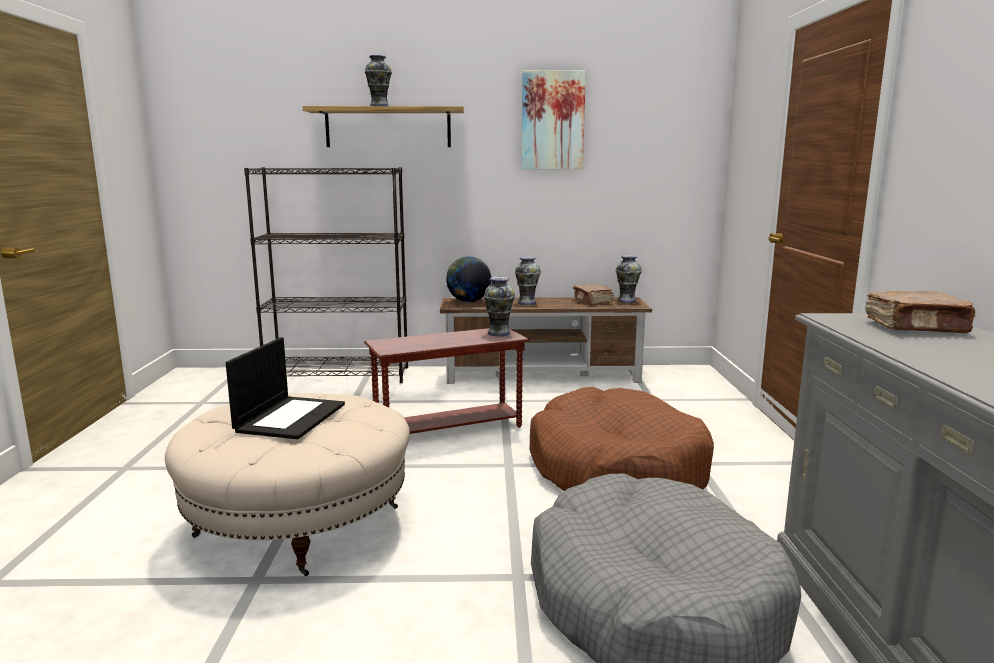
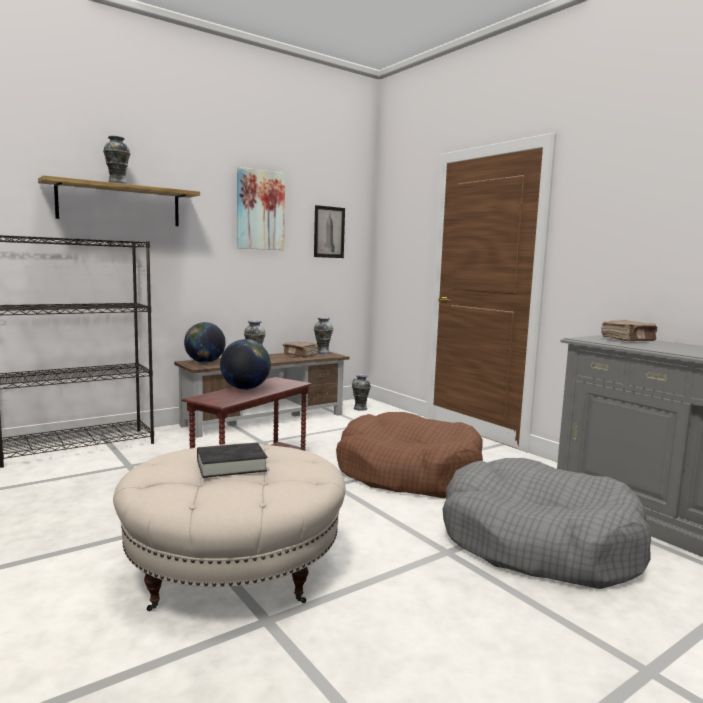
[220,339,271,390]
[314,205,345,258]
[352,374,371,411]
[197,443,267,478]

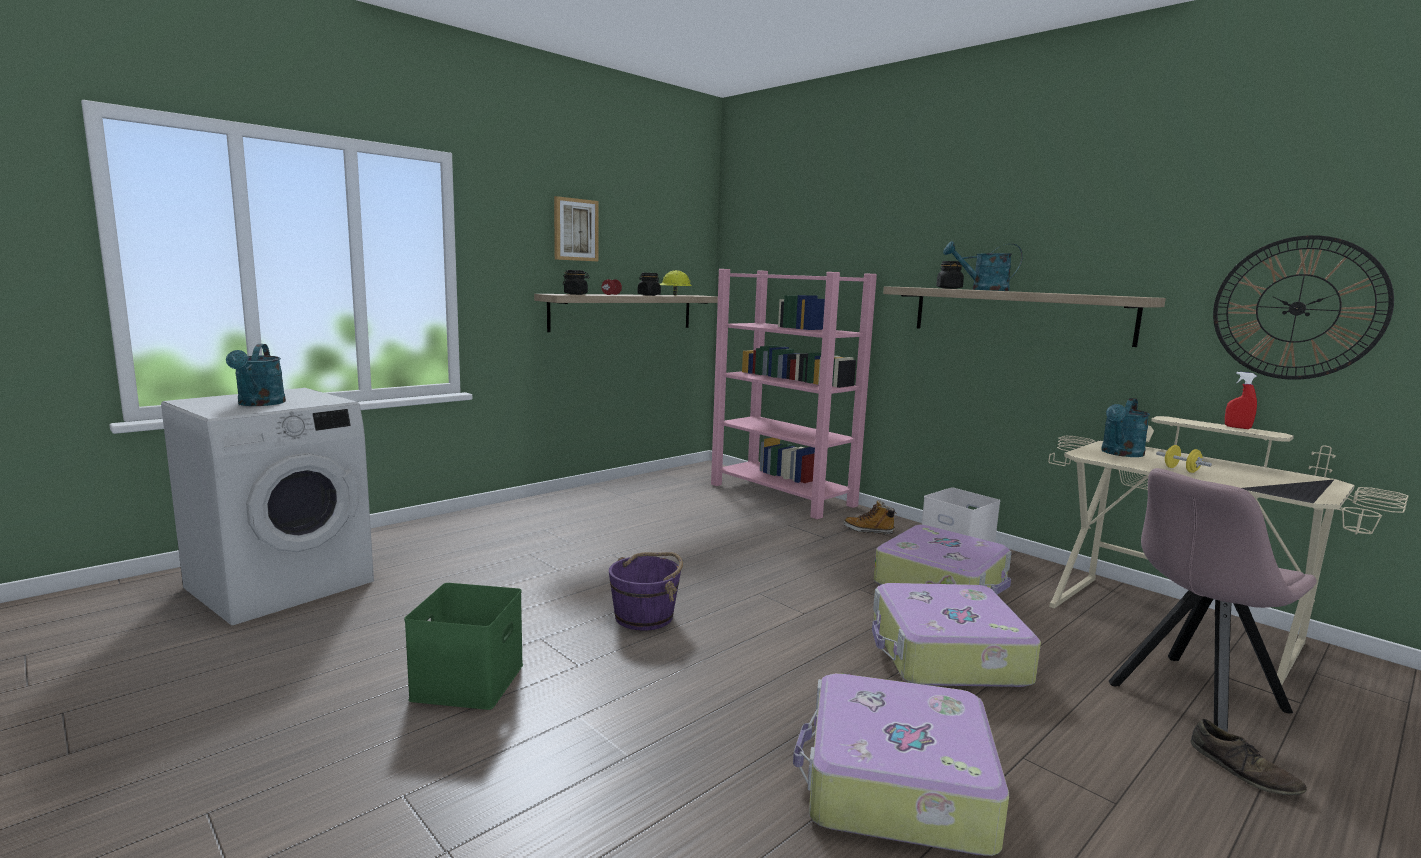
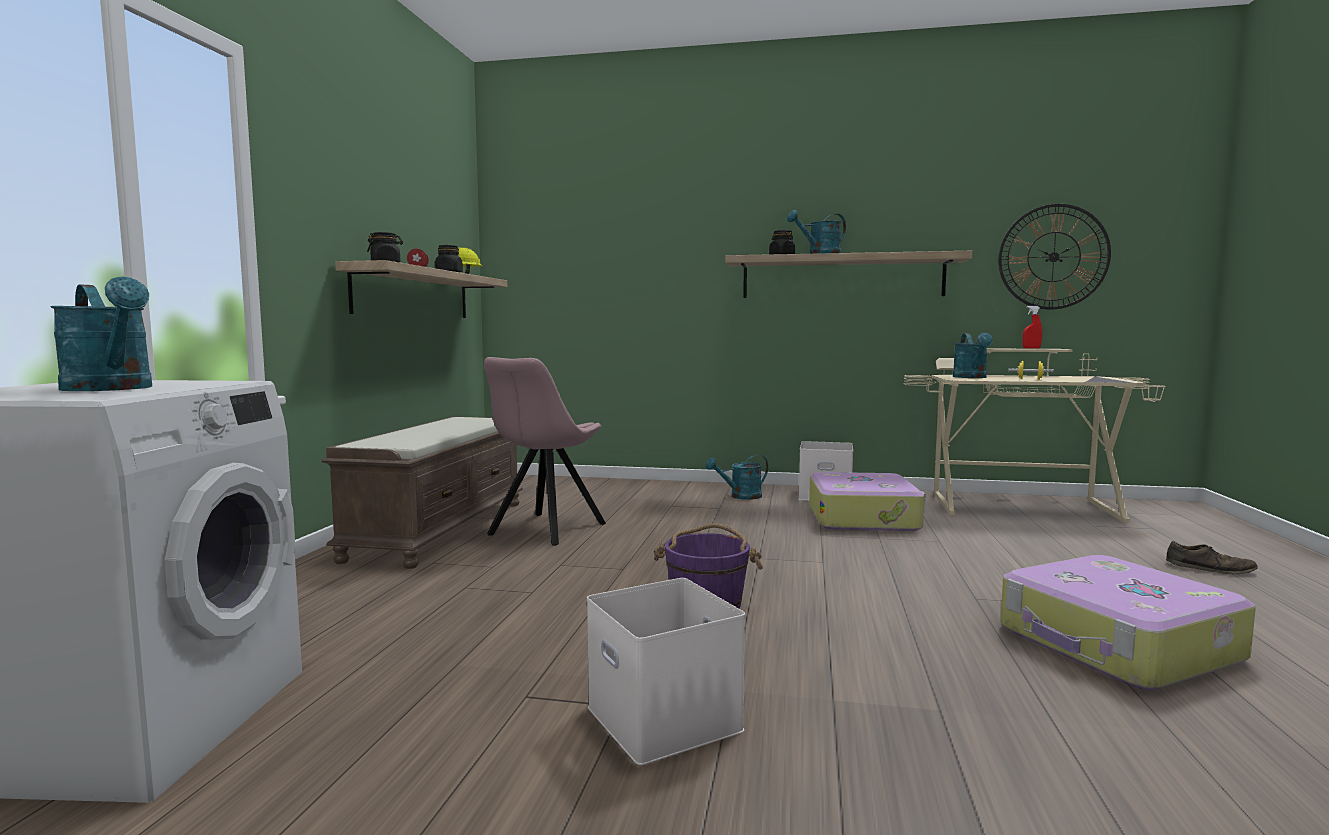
[554,196,599,261] (first image)
[711,269,877,519] (first image)
[872,583,1041,687] (first image)
[321,417,523,569]
[484,357,606,546]
[706,455,768,500]
[587,578,745,765]

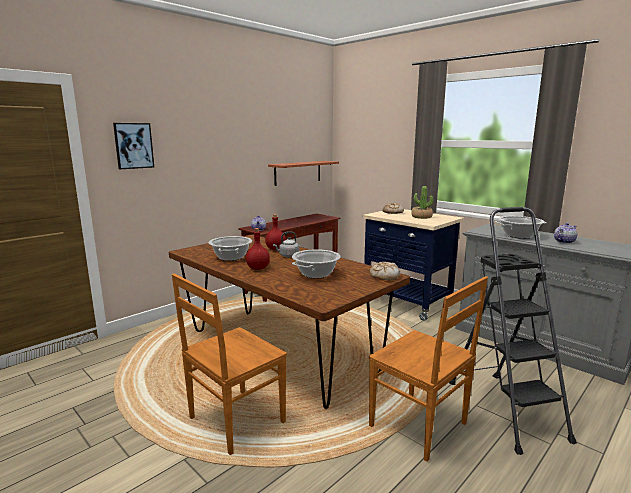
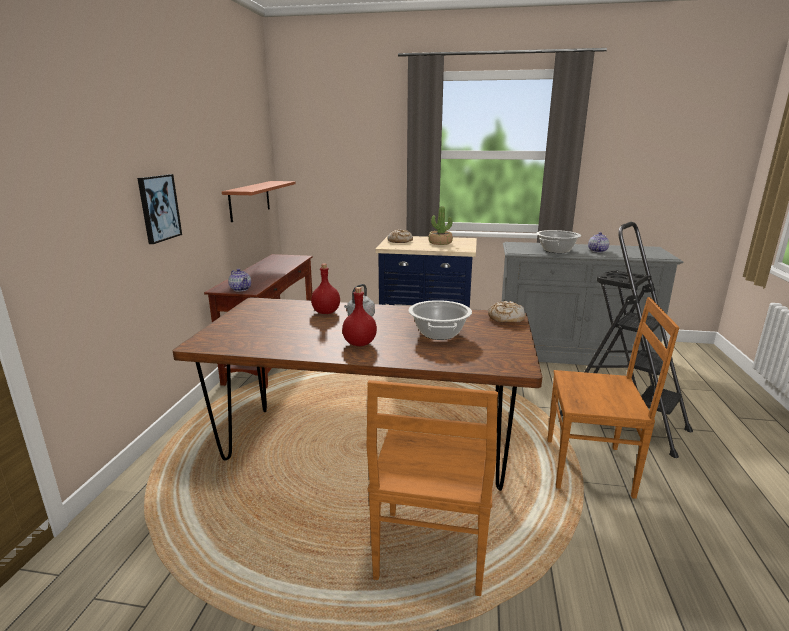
[209,236,252,261] (first image)
[137,174,182,244]

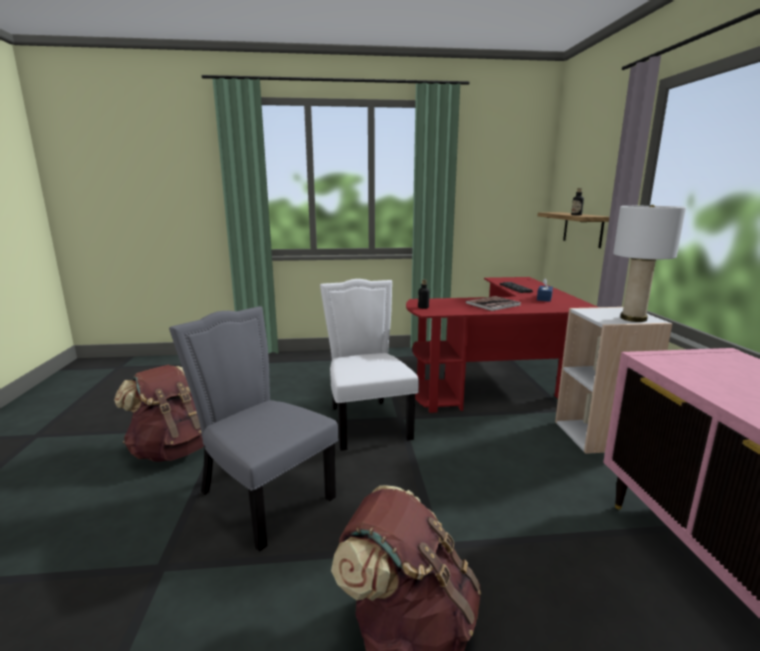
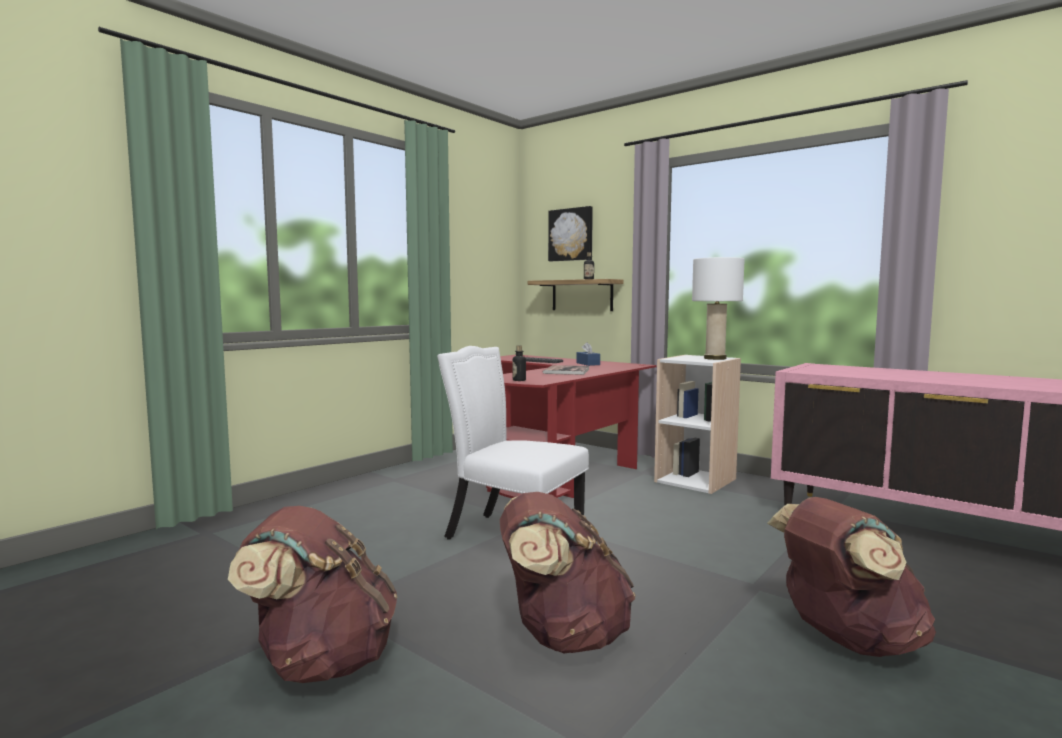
[548,206,593,261]
[500,492,636,654]

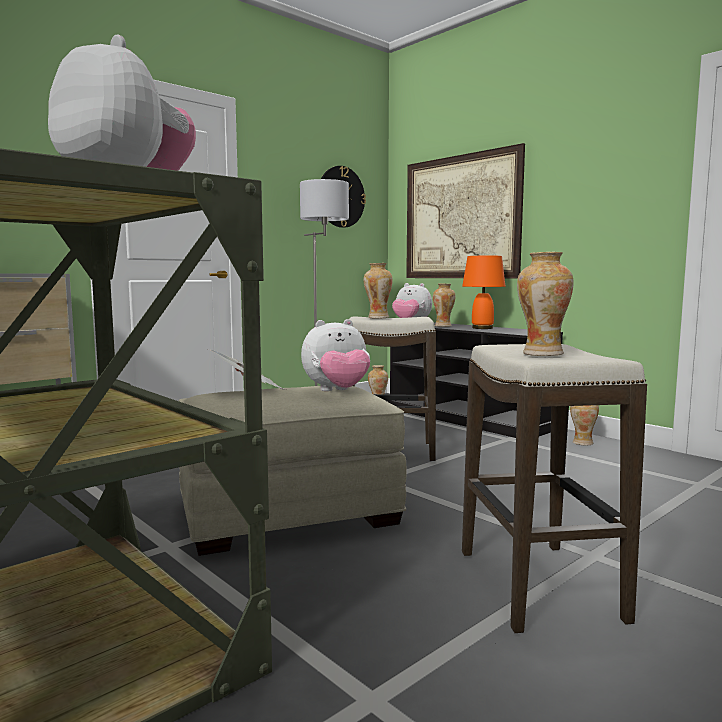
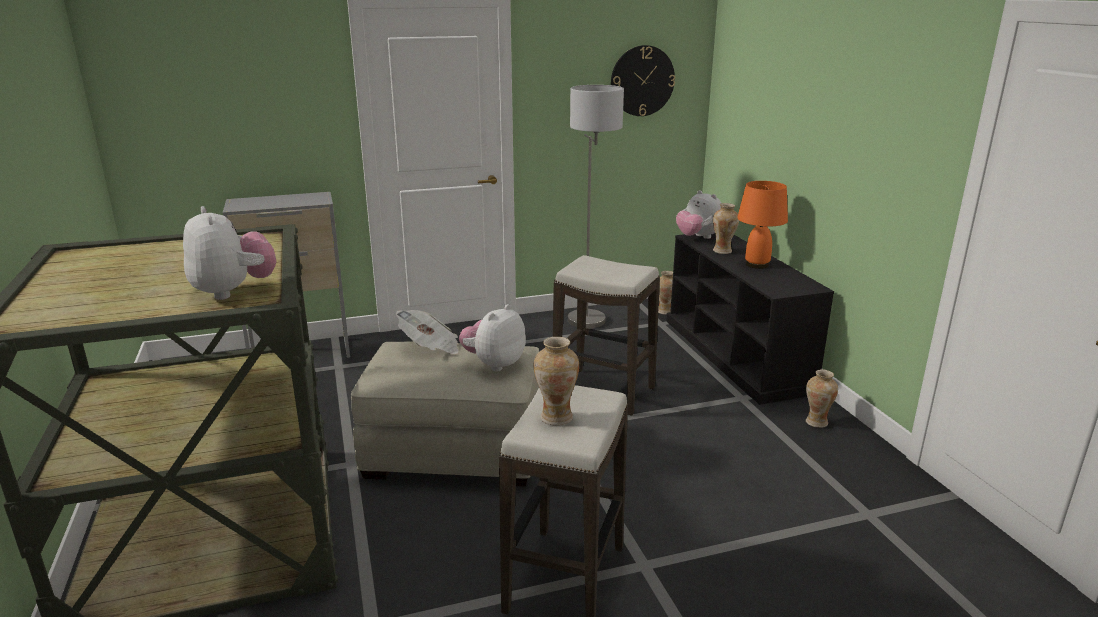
[364,263,393,319] (first image)
[406,143,525,278] (first image)
[459,304,526,372]

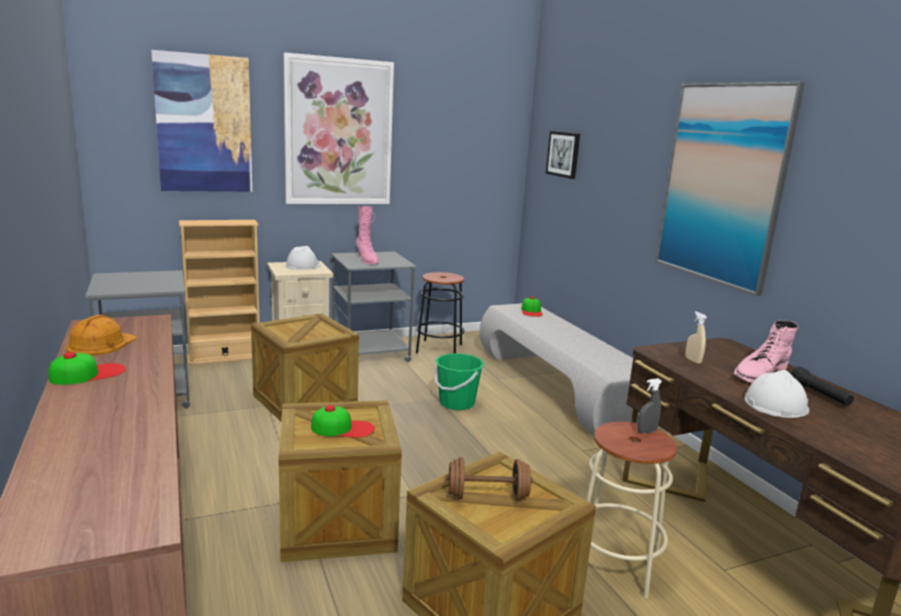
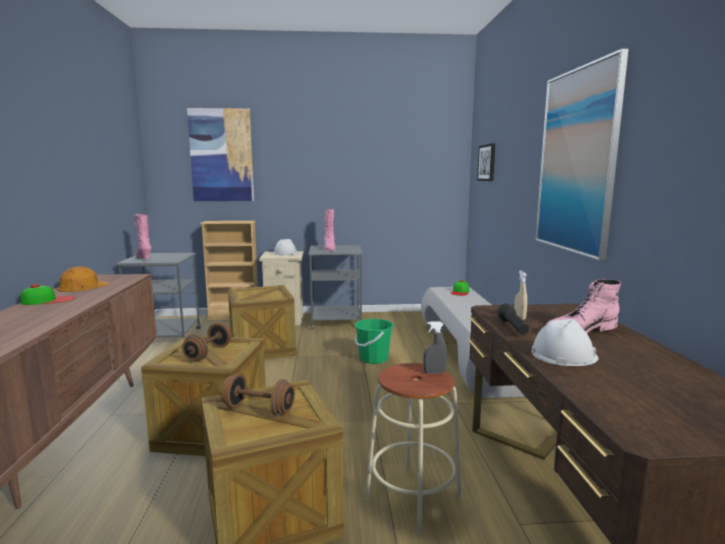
[283,52,394,204] (first image)
[416,272,465,354] (first image)
[134,214,152,259]
[497,304,529,334]
[182,323,231,361]

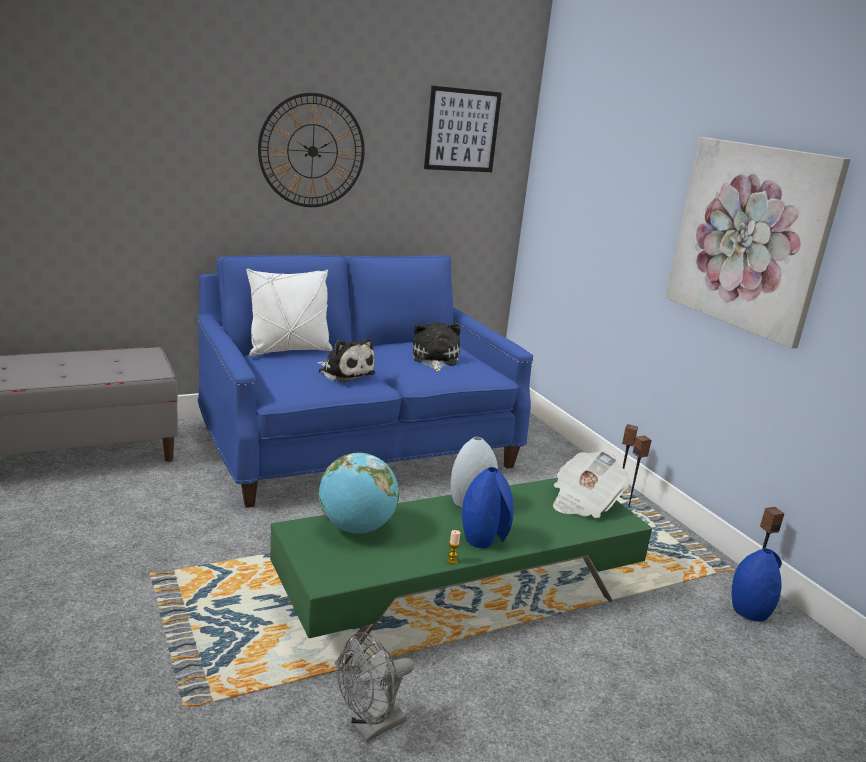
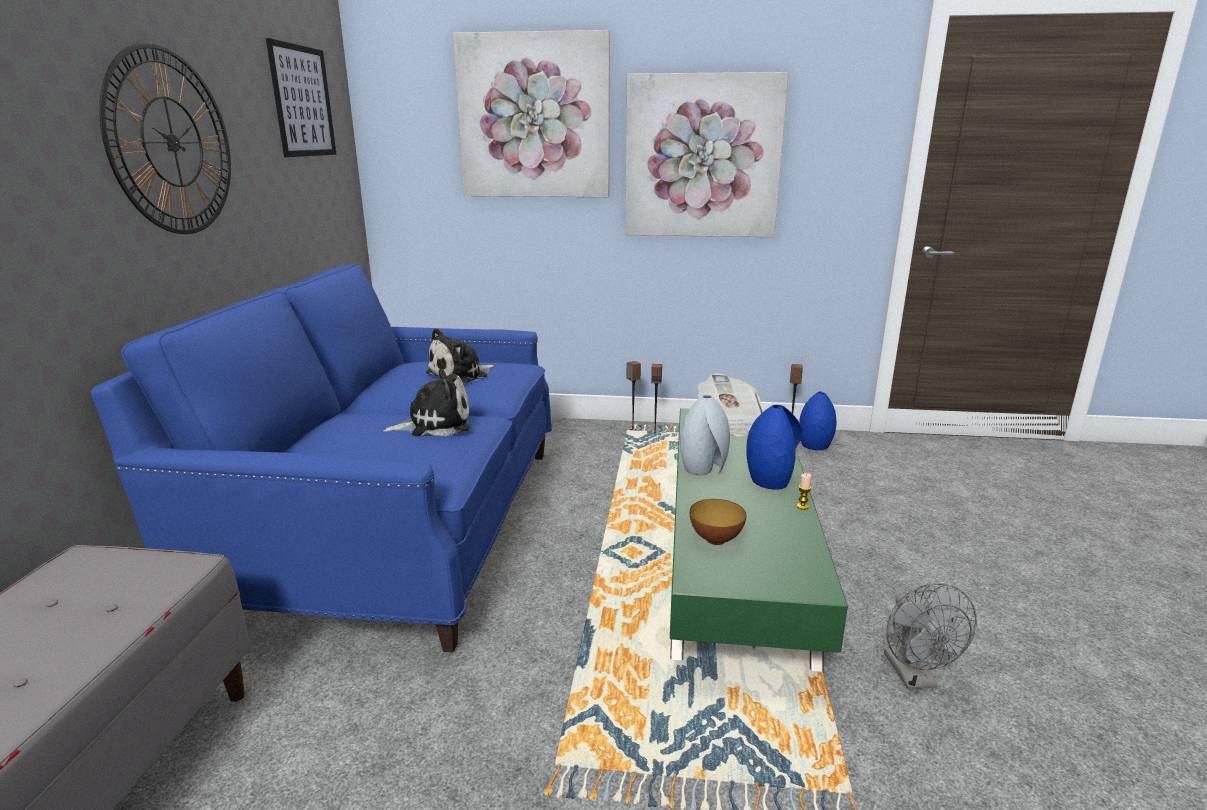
[246,269,333,356] (first image)
[453,30,610,197]
[689,499,746,545]
[426,328,494,383]

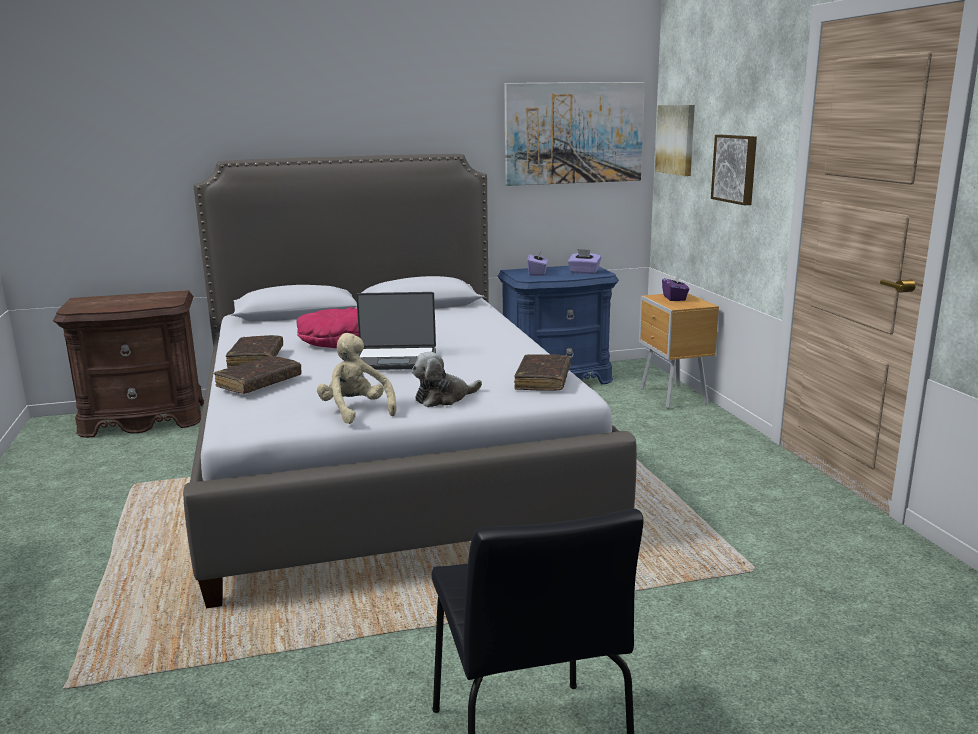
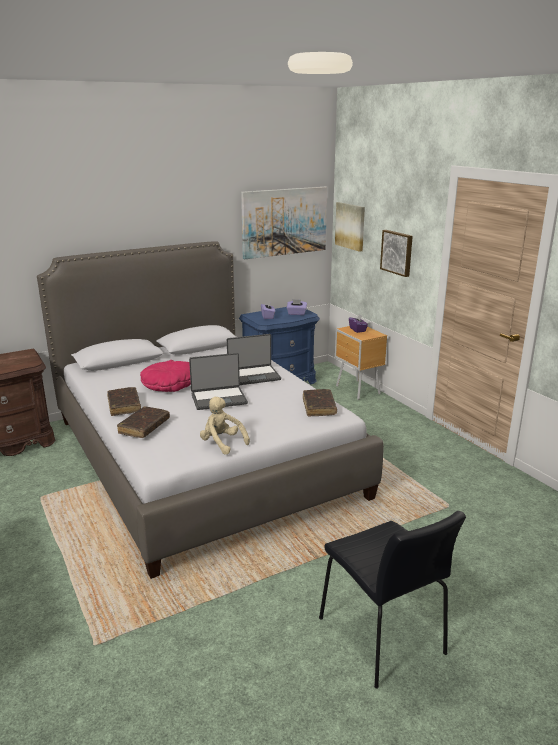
[412,352,482,407] (first image)
[227,334,281,385]

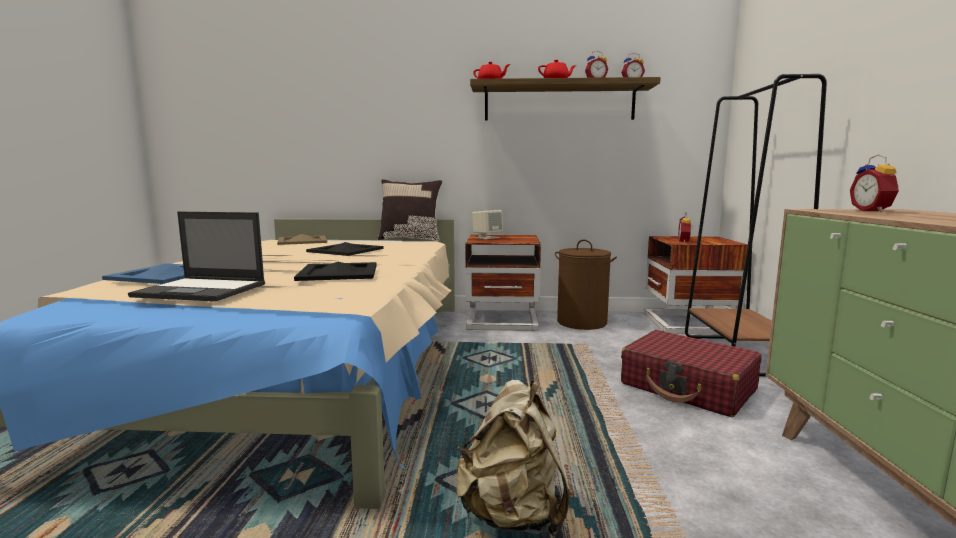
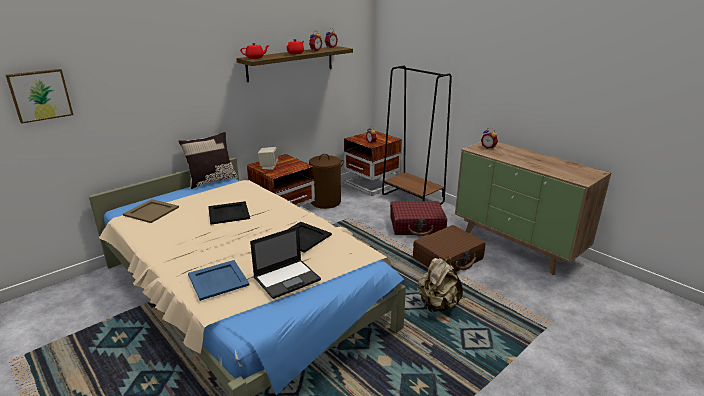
[6,69,73,124]
[413,225,485,272]

